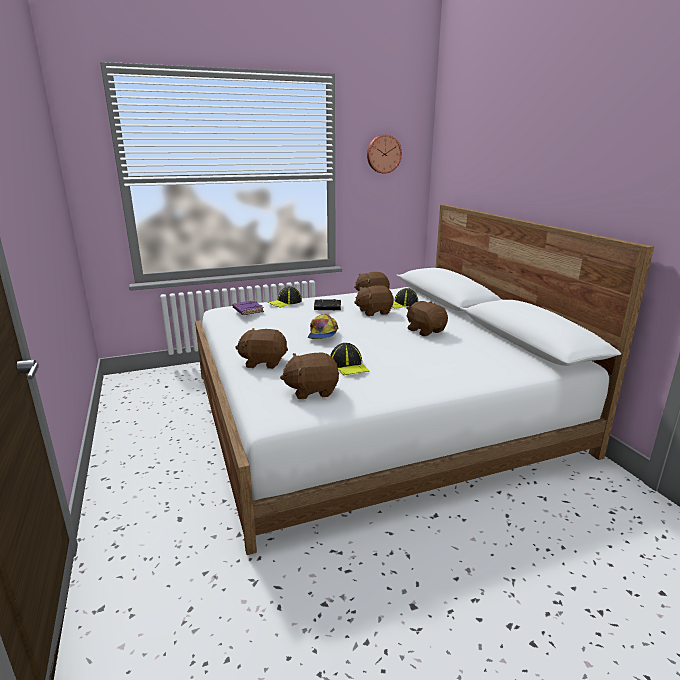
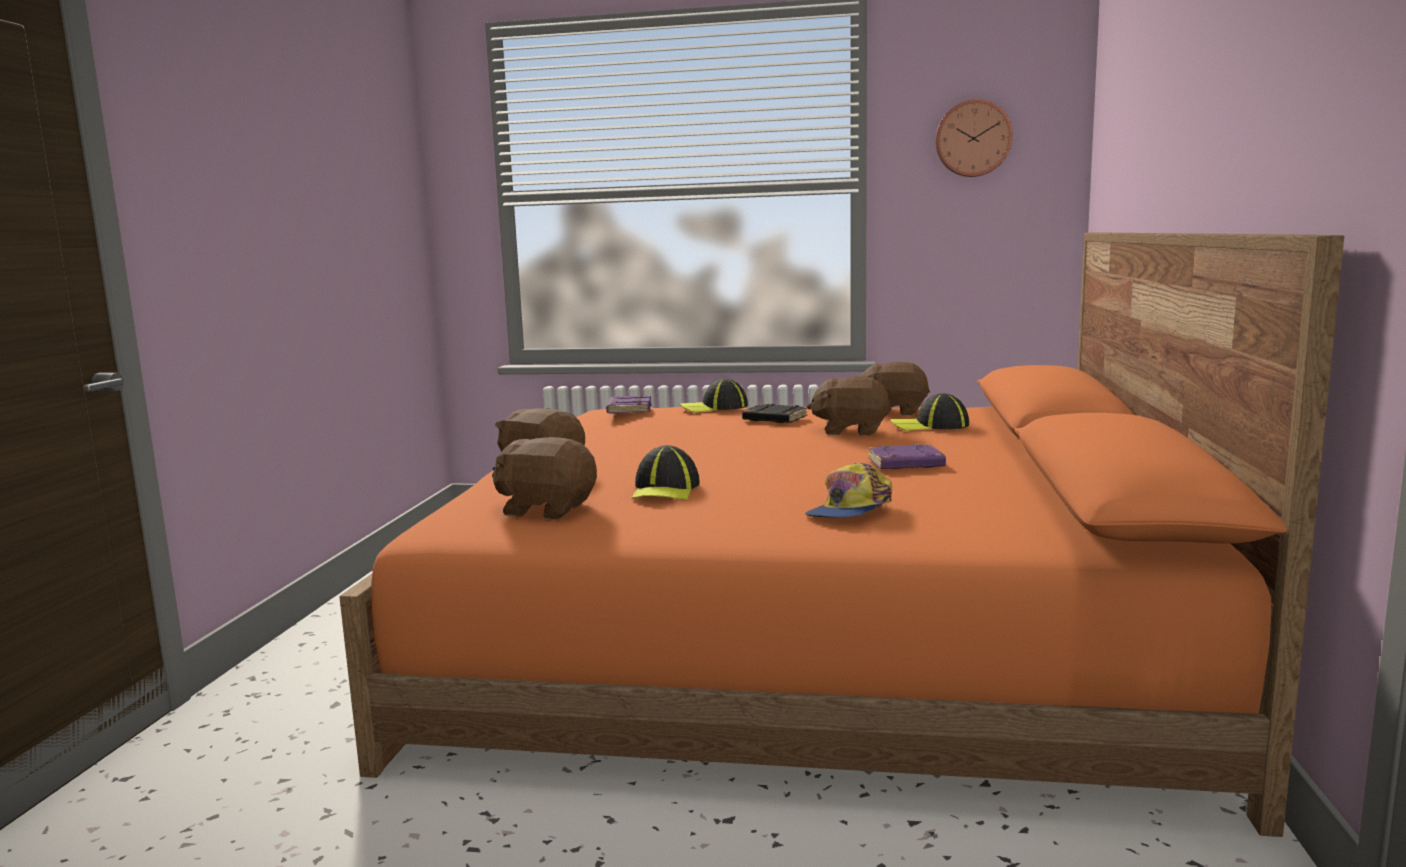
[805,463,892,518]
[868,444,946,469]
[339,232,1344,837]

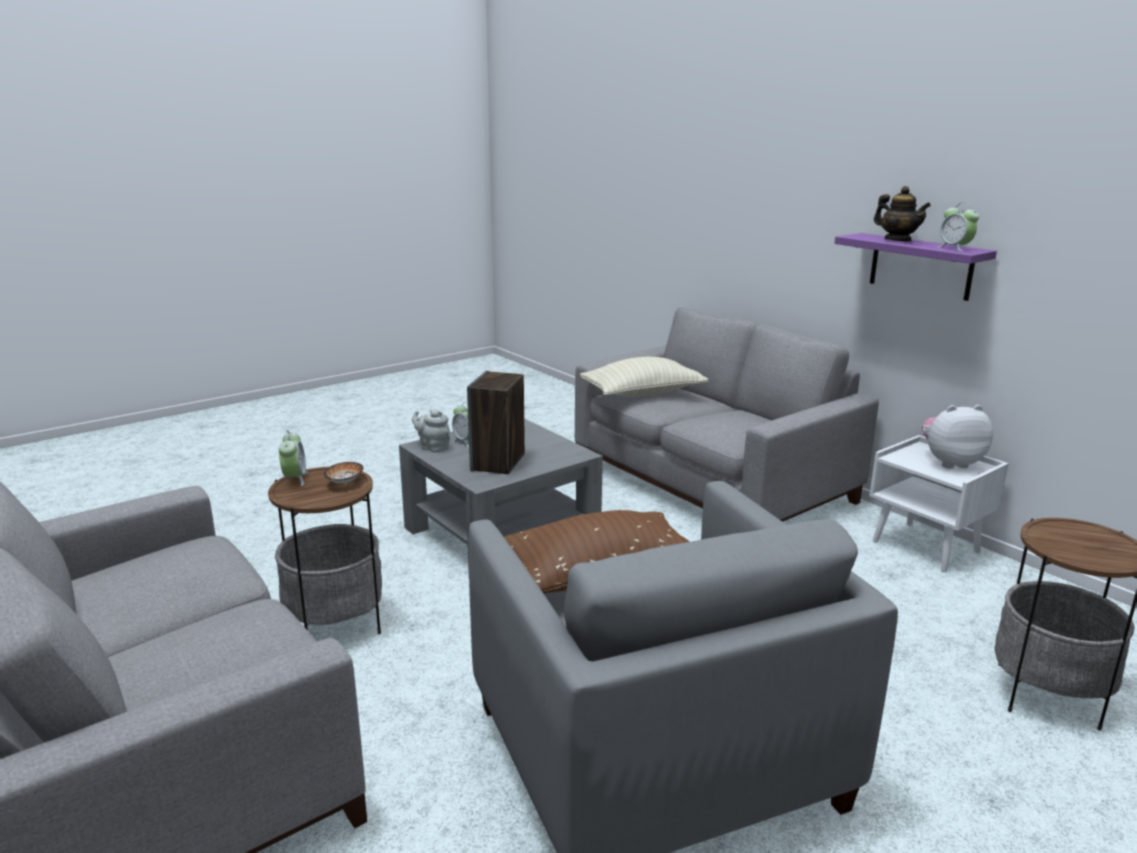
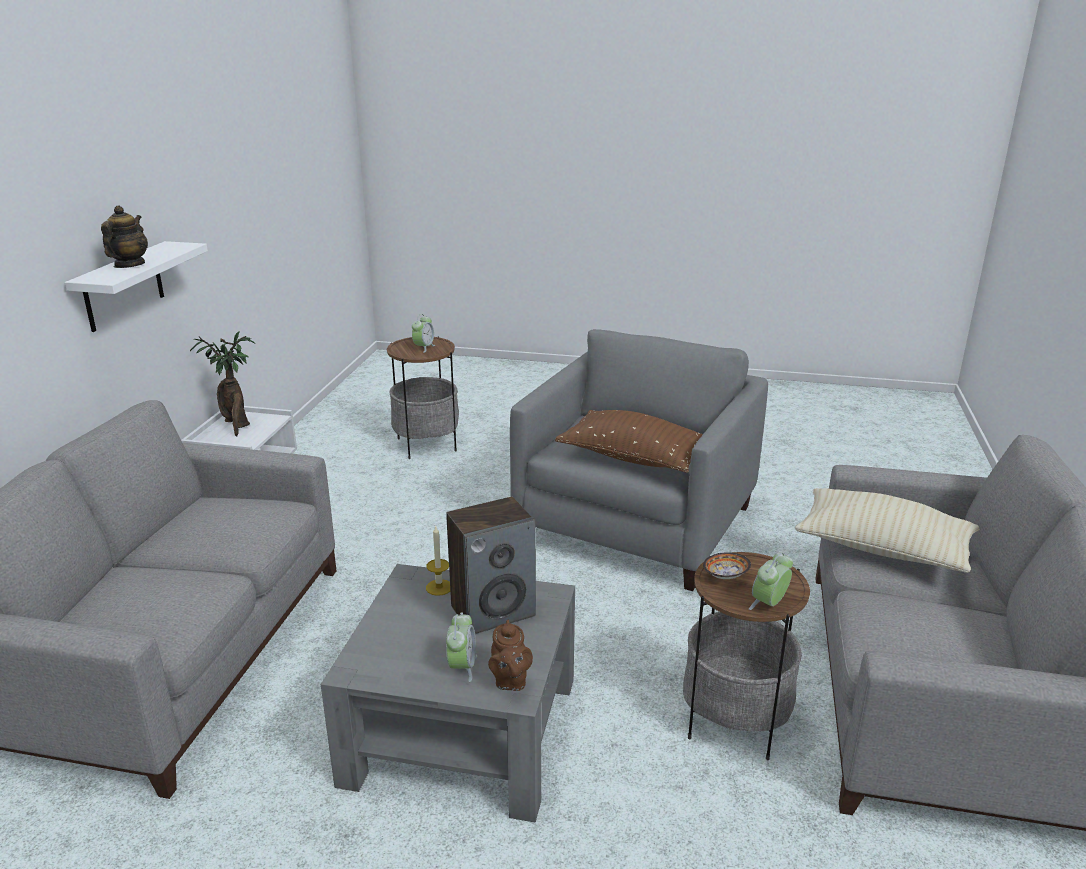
[426,525,450,596]
[795,488,980,573]
[412,314,435,353]
[190,331,256,436]
[488,620,533,691]
[65,241,208,332]

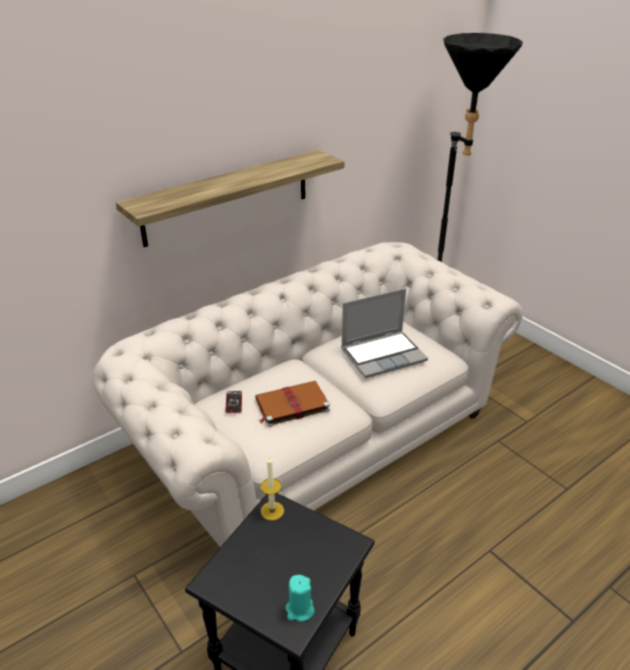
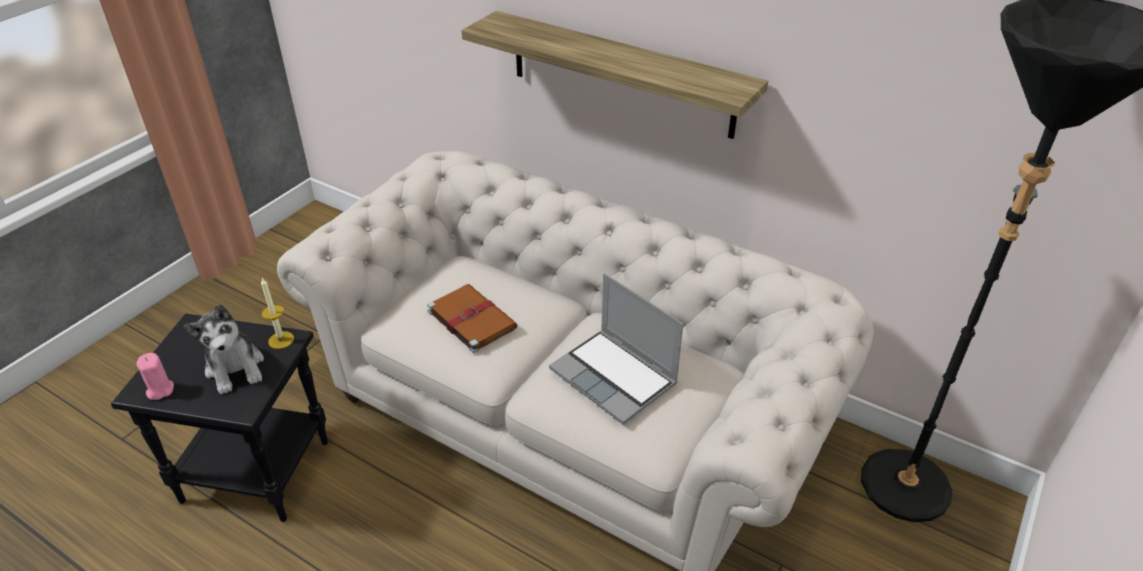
[225,391,242,413] (first image)
[184,304,264,395]
[136,353,174,400]

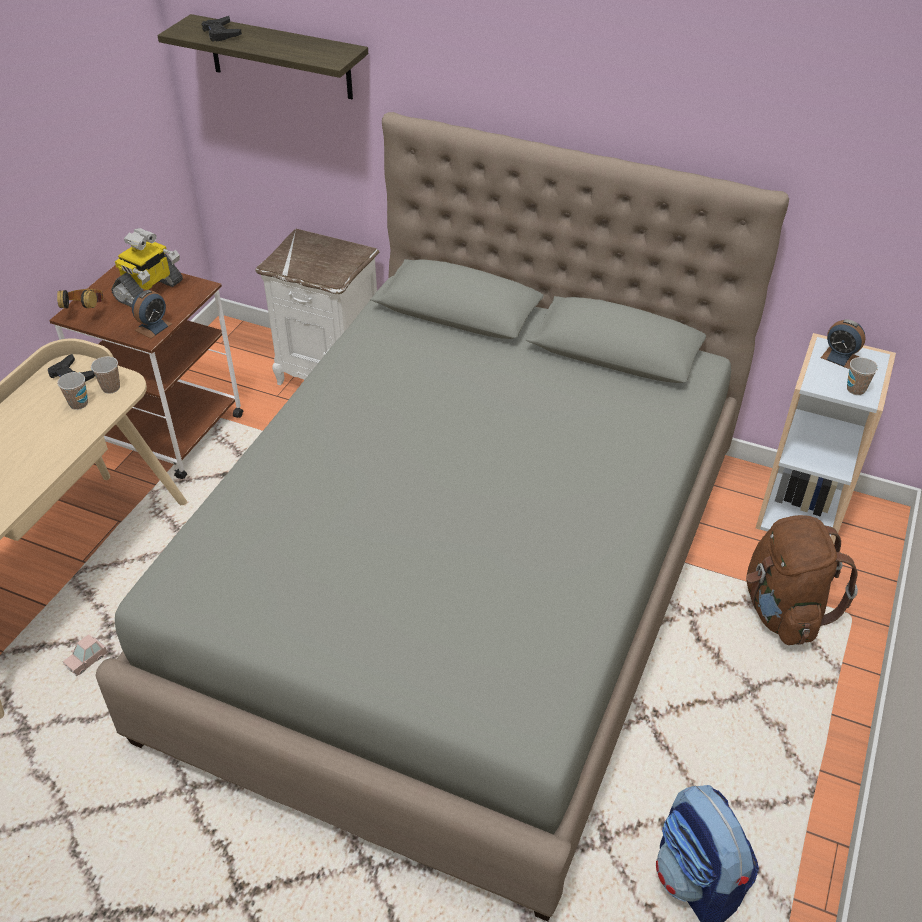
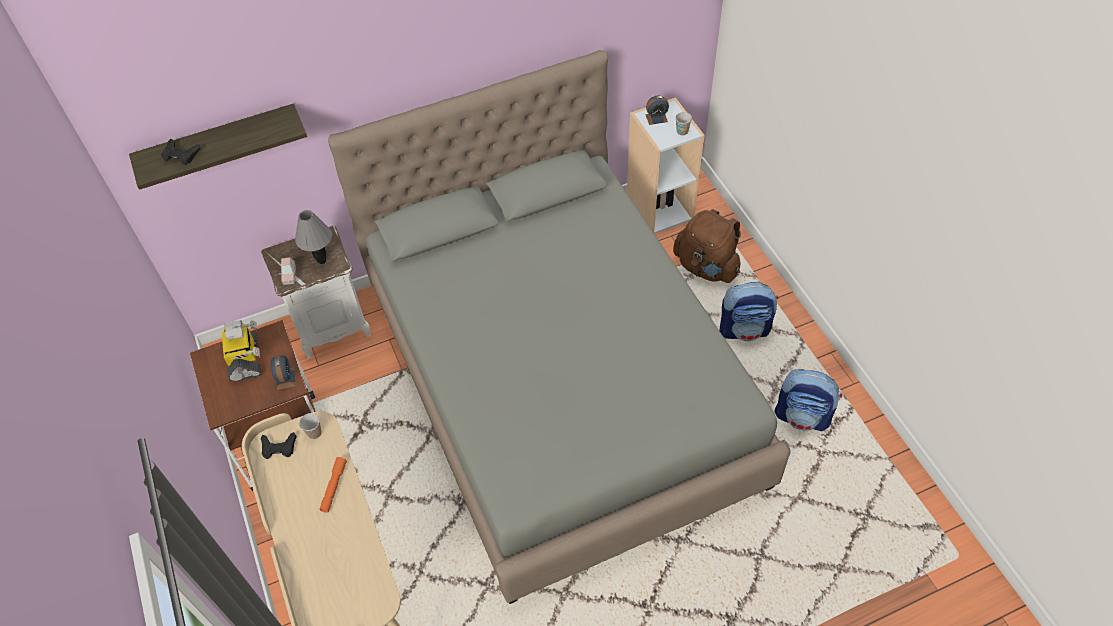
[57,289,103,308] (first image)
[57,372,88,410] (first image)
[295,210,332,264]
[320,457,347,513]
[719,282,778,341]
[279,257,296,285]

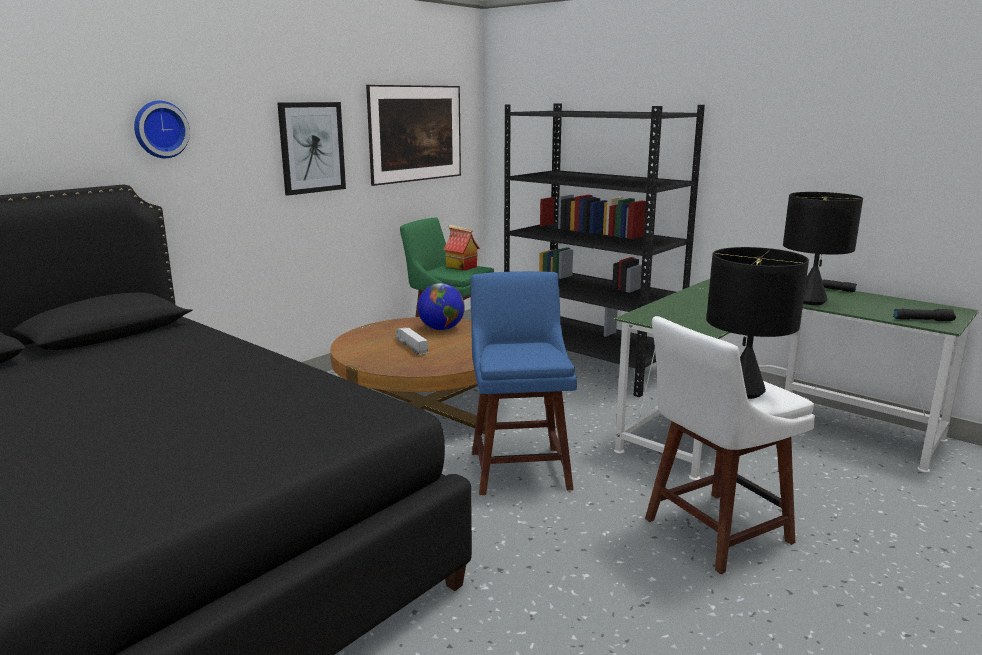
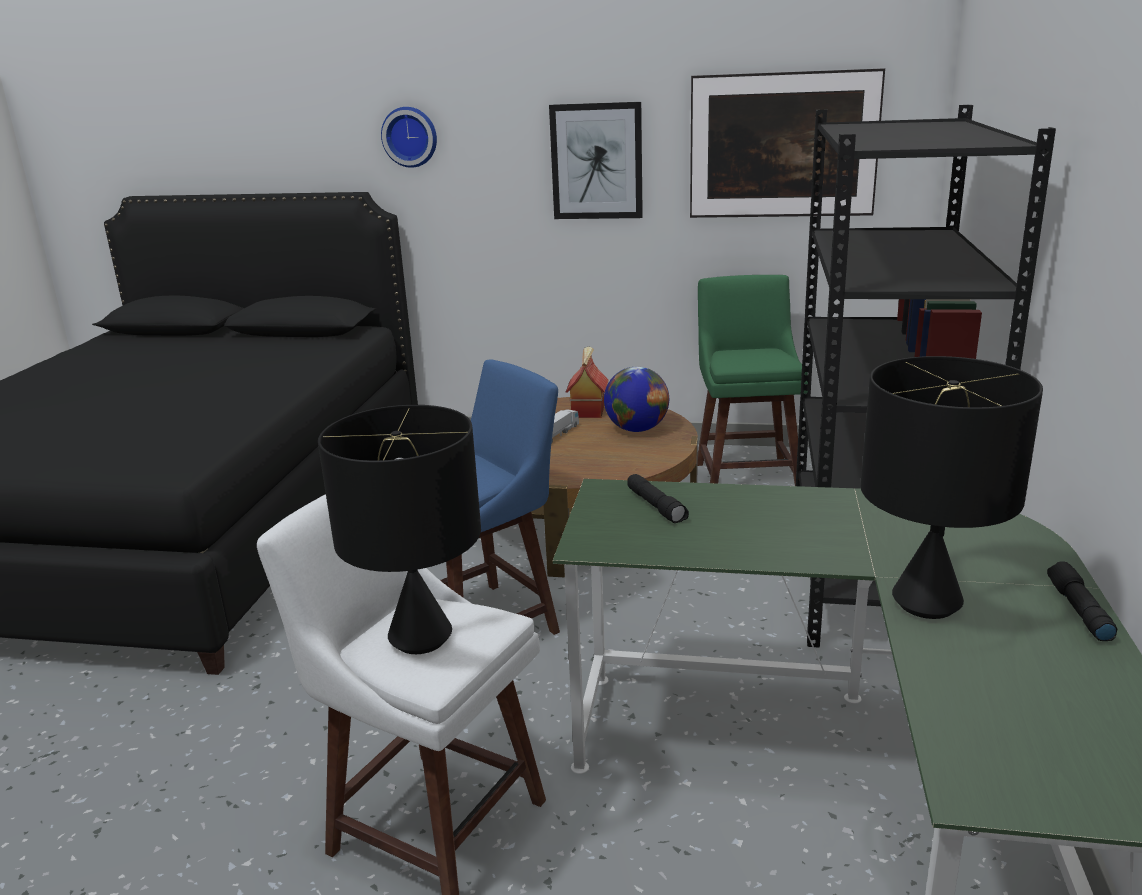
[566,346,609,418]
[628,474,689,523]

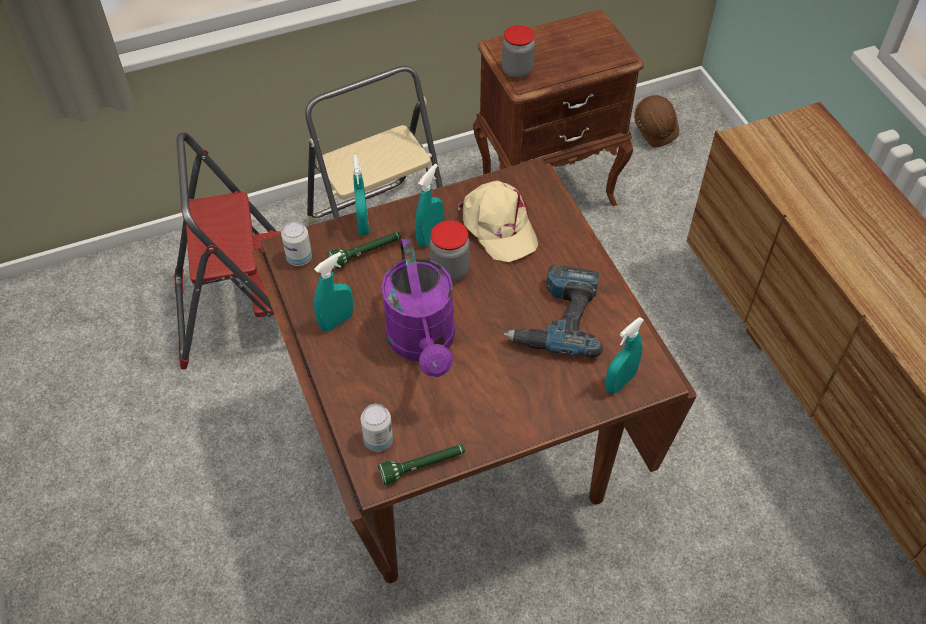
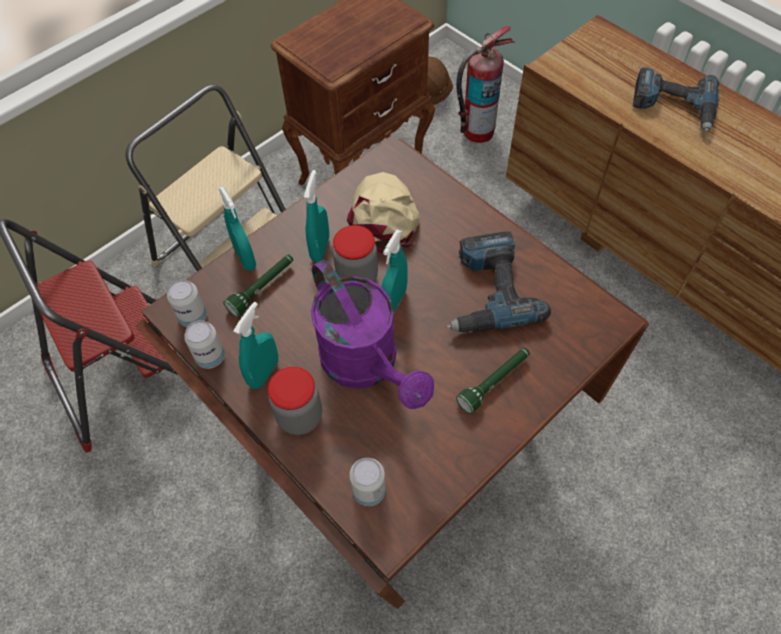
[184,320,225,369]
[456,26,515,143]
[633,67,719,132]
[456,348,530,414]
[268,367,322,435]
[381,230,408,312]
[347,172,420,253]

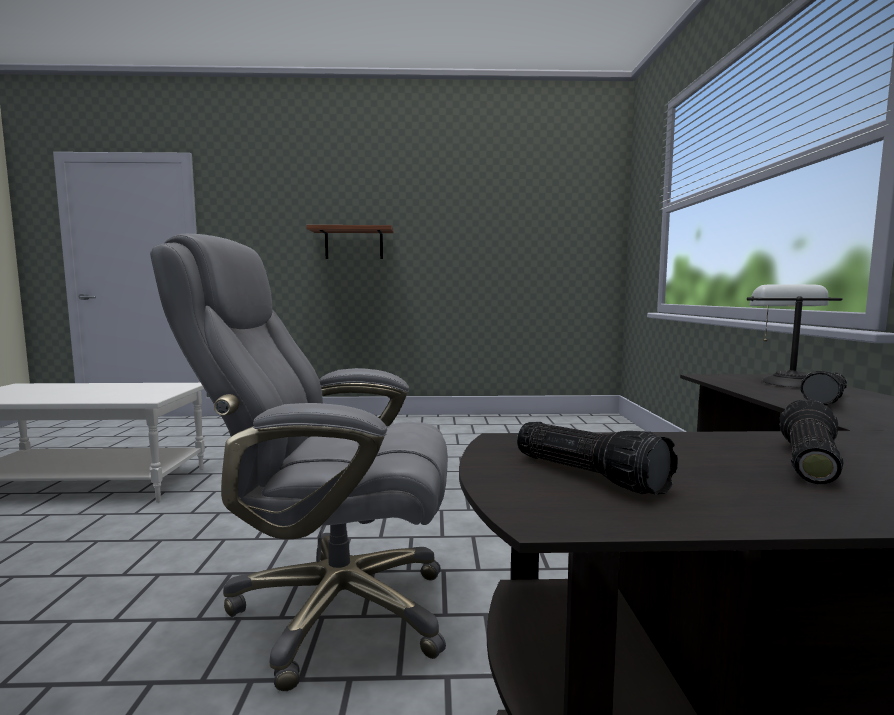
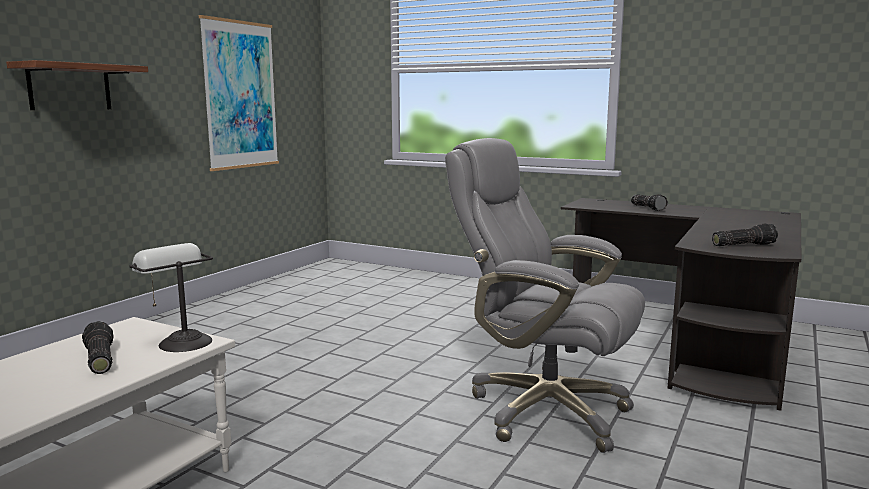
[199,15,279,171]
[129,243,213,352]
[82,321,114,374]
[445,138,645,453]

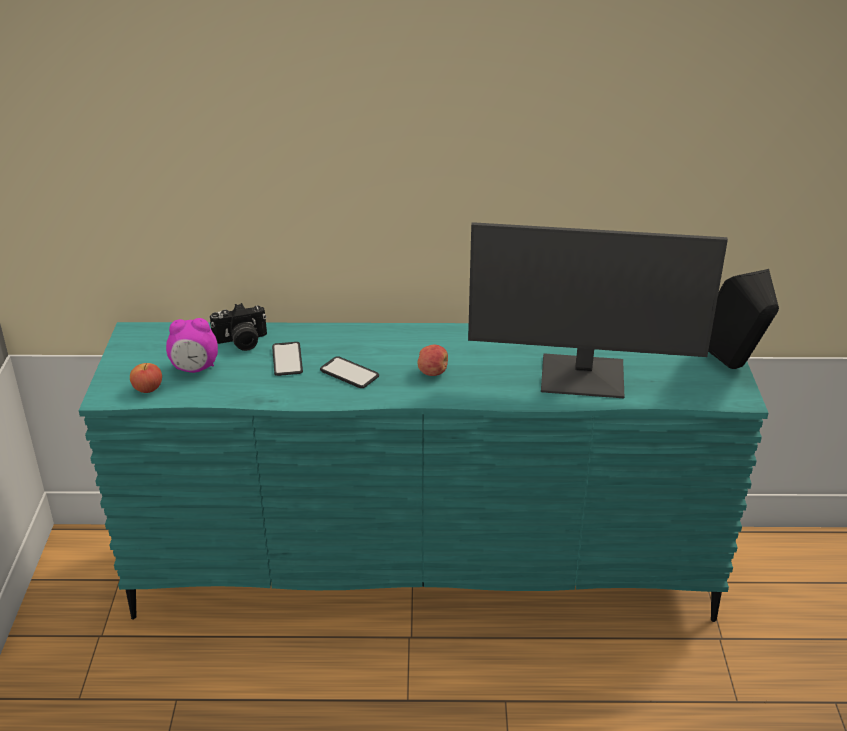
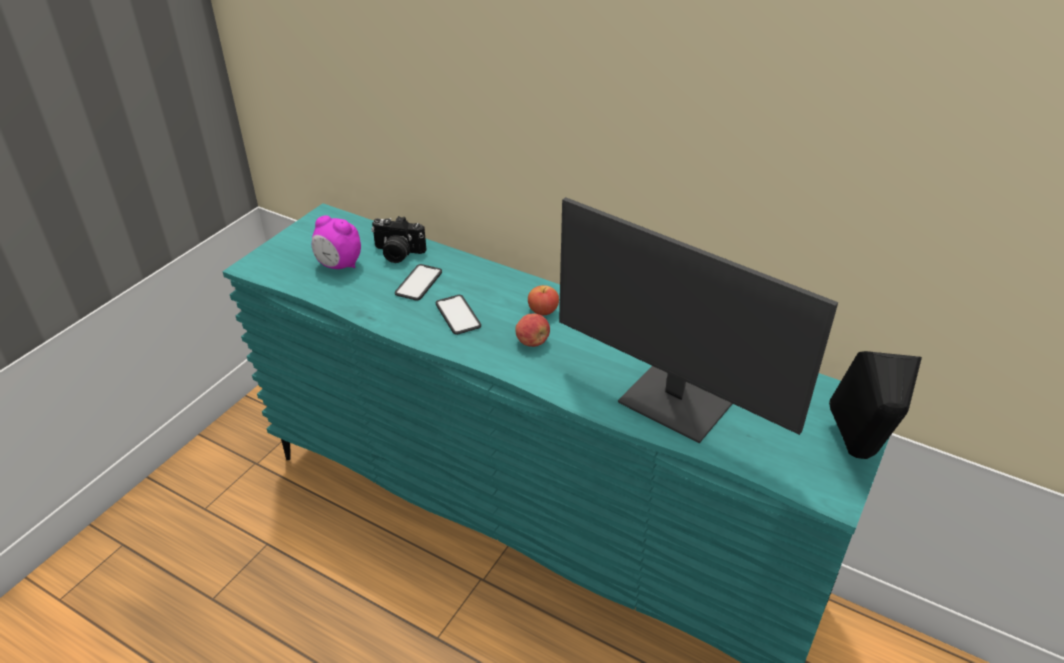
[528,285,559,315]

